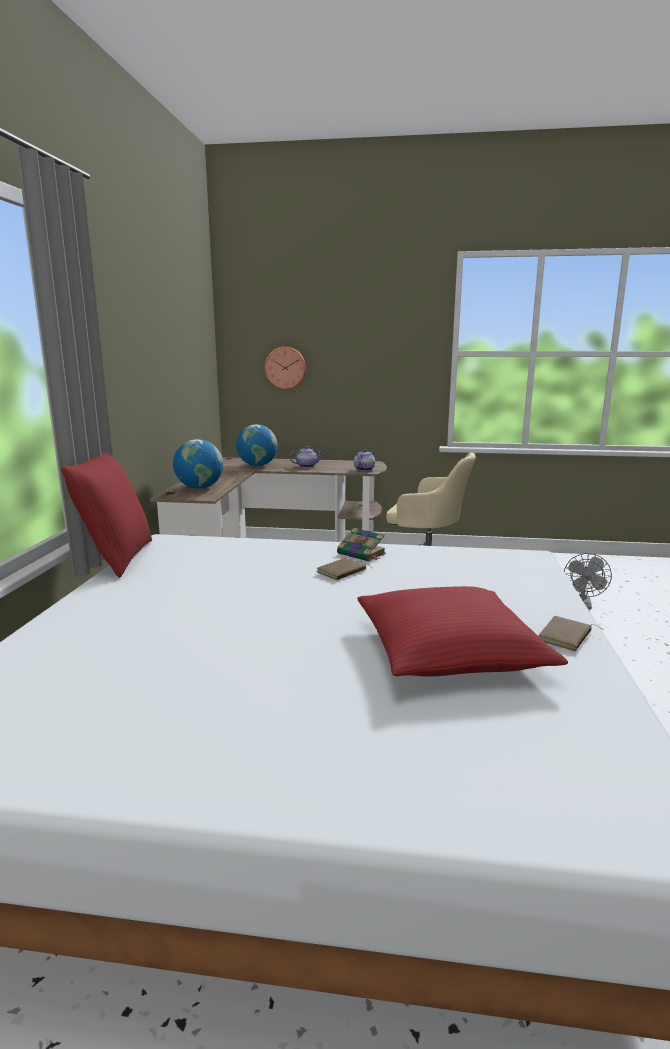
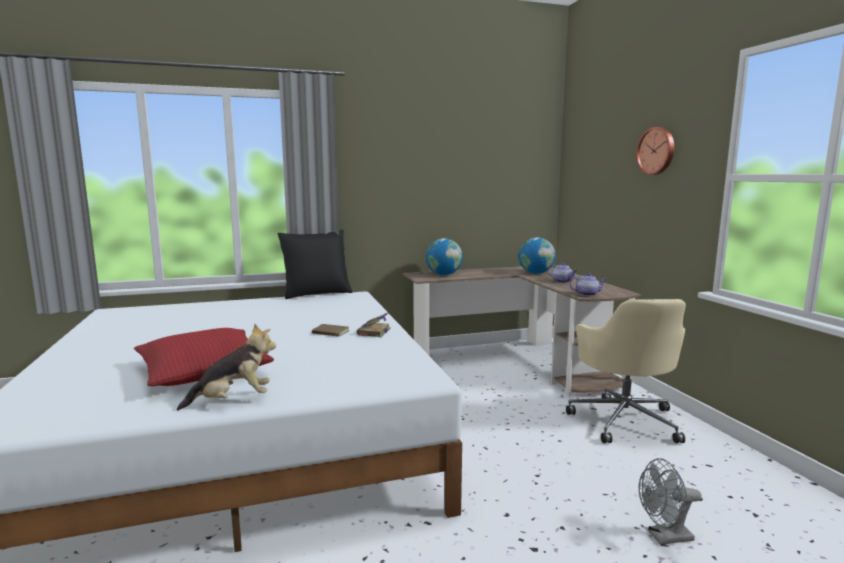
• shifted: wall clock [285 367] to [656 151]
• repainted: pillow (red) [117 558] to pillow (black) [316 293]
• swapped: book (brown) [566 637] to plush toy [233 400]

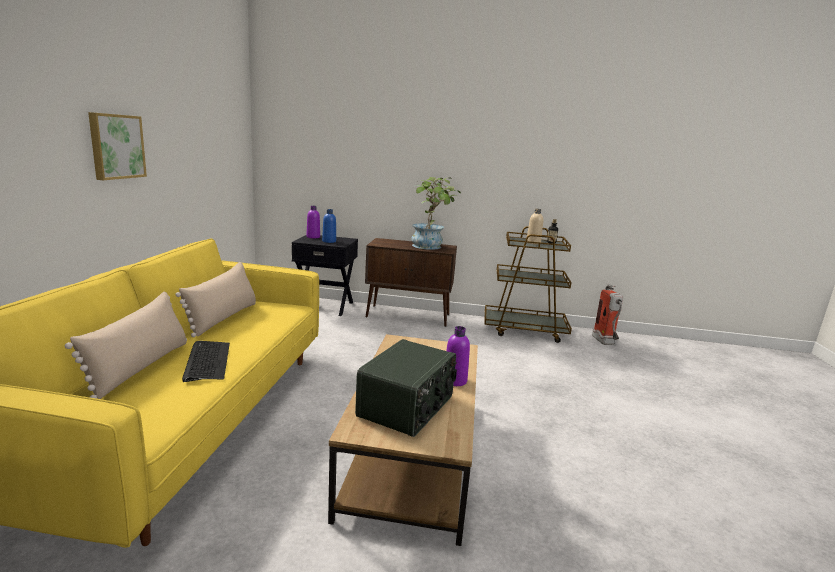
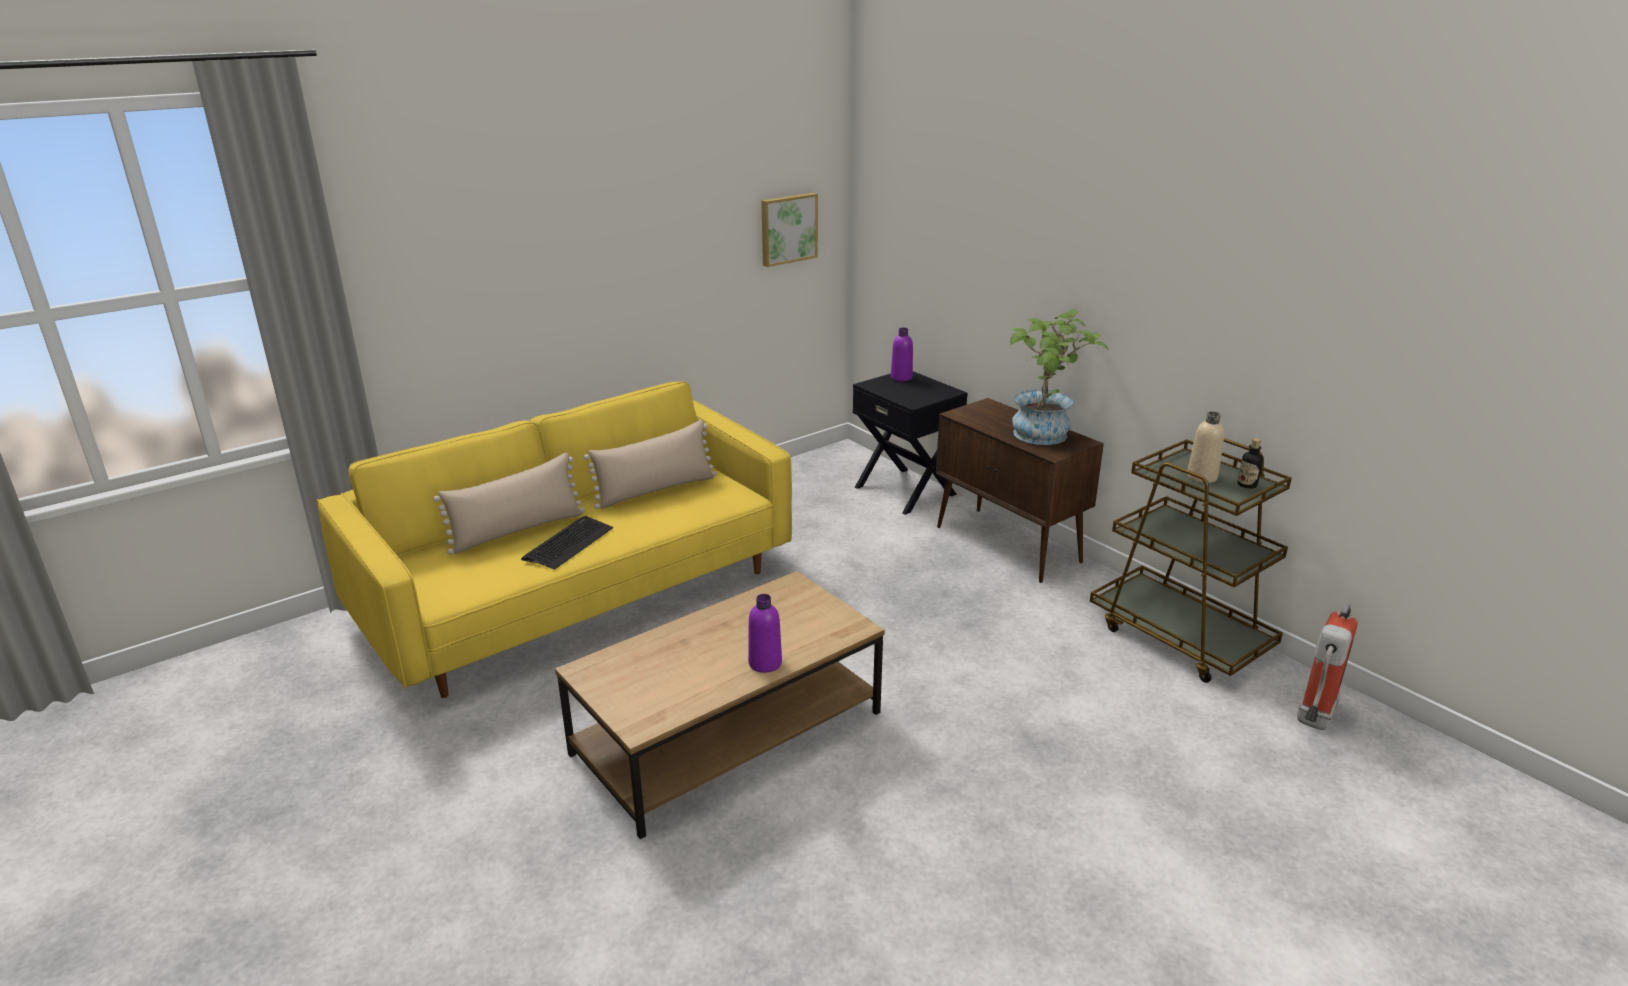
• shifted: picture [116 146] to [788 229]
• gone: bottle (blue) [329 241]
• gone: radio [407 407]

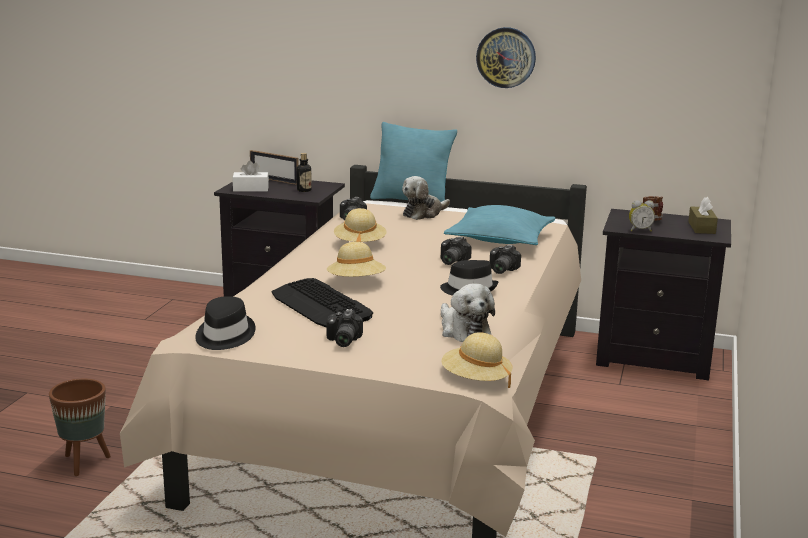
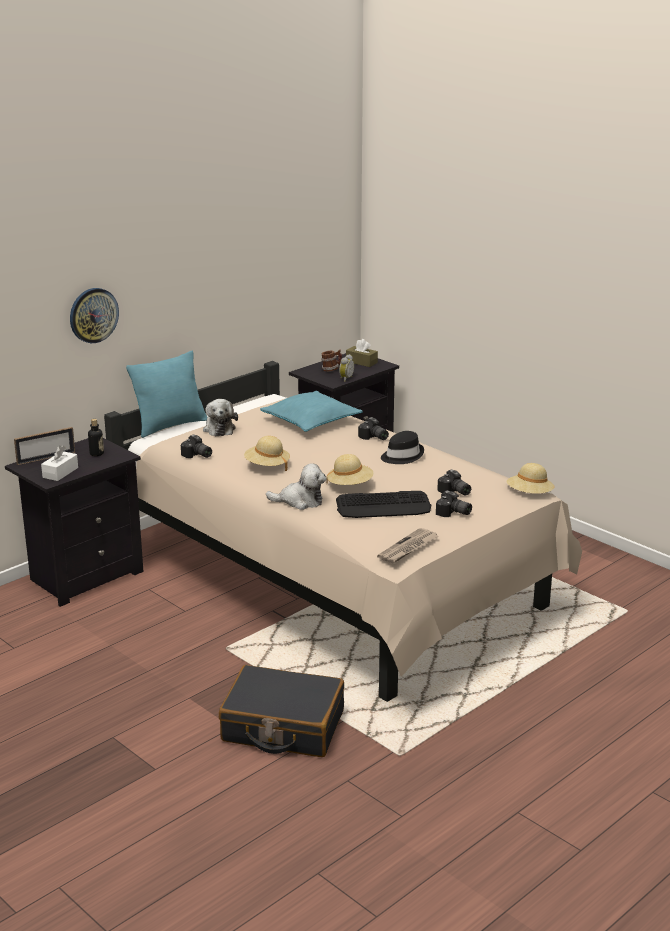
• shifted: wall clock [506 57] to [93 315]
• shifted: photo camera [450 261] to [454 492]
• shifted: plush toy [463 330] to [300 501]
• swapped: hat (black) [224 336] to newspaper [408 548]
• swapped: planter (brown) [84 463] to suitcase (black) [282 726]

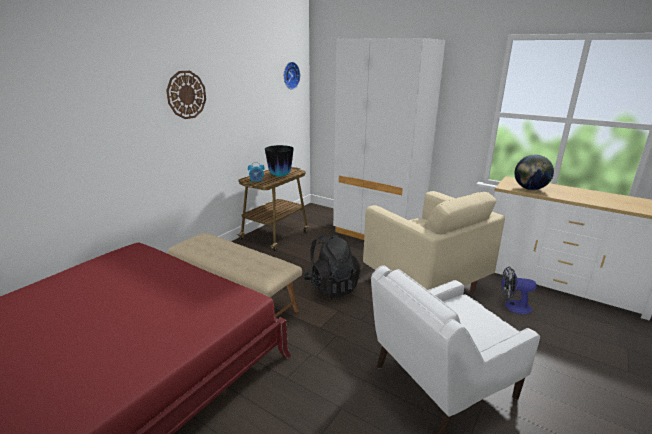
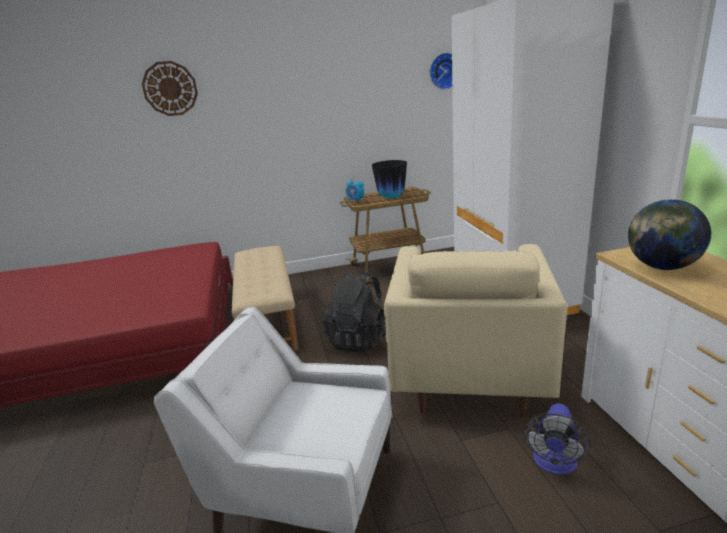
• shifted: wall clock [186 95] to [170 88]
• rotated: fan [513 306] = [554 464] 120 degrees counterclockwise

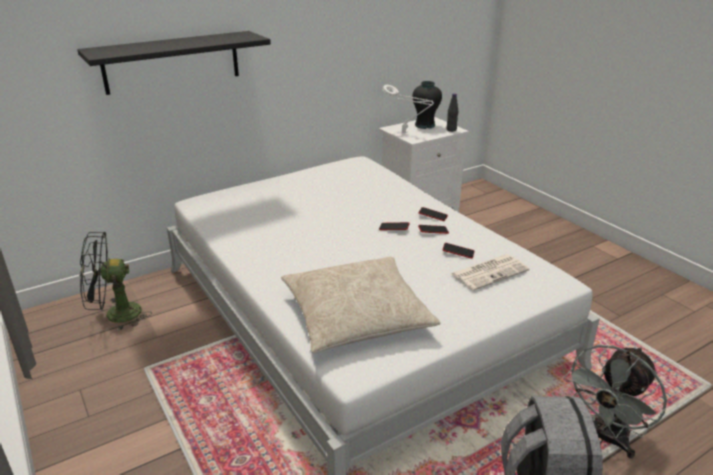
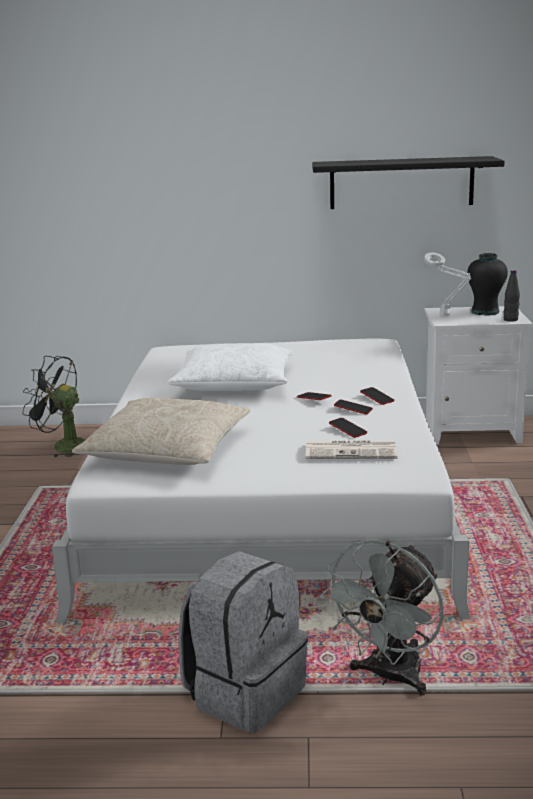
• shifted: shelf (black) [172 62] to [401 183]
• rotated: fan (grey) [604 438] = [389 677] 45 degrees counterclockwise
• new: pillow (white) [234 383]

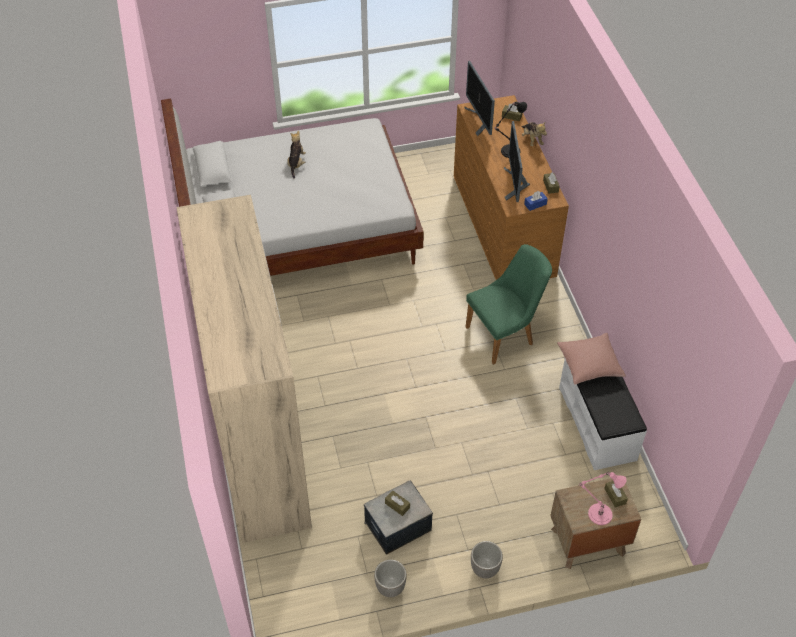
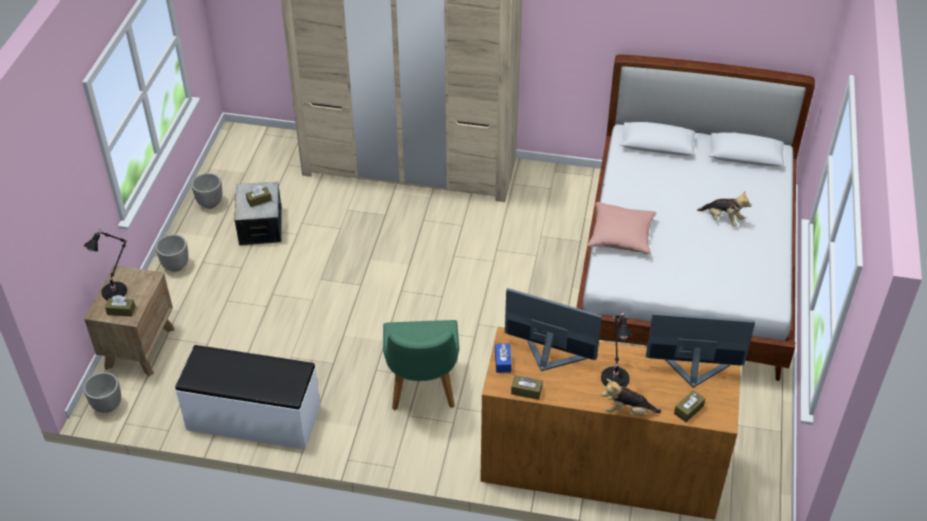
• shifted: pillow (pink) [589 364] to [621 236]
• repainted: table lamp (pink) [598 513] to table lamp (black) [116 290]
• new: planter [107 405]

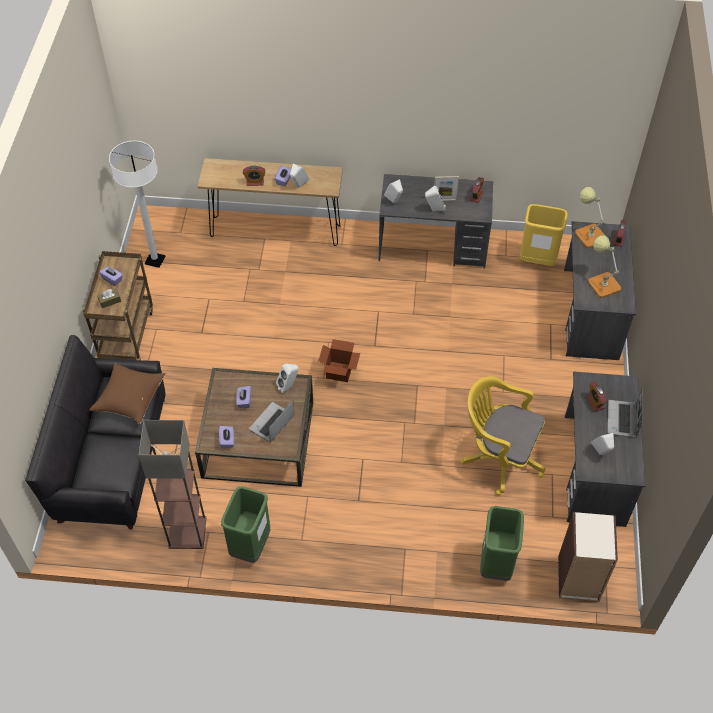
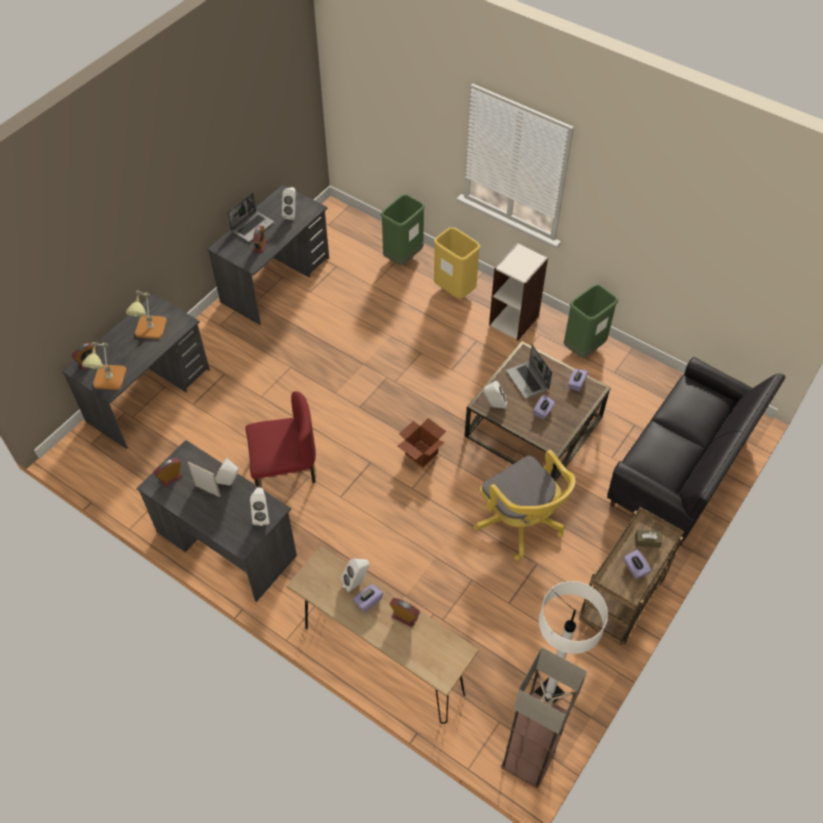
• shifted: trash can (yellow) [537 260] to [454 290]
• gone: pillow (brown) [129 399]
• shifted: office chair (yellow) [498 457] to [521 524]
• rotated: laptop [272 423] = [528 380] 90 degrees clockwise
• shifted: floor lamp [186 532] to [528 760]
• shifted: bookcase [578 579] to [514 320]
• new: chair (red) [285 471]

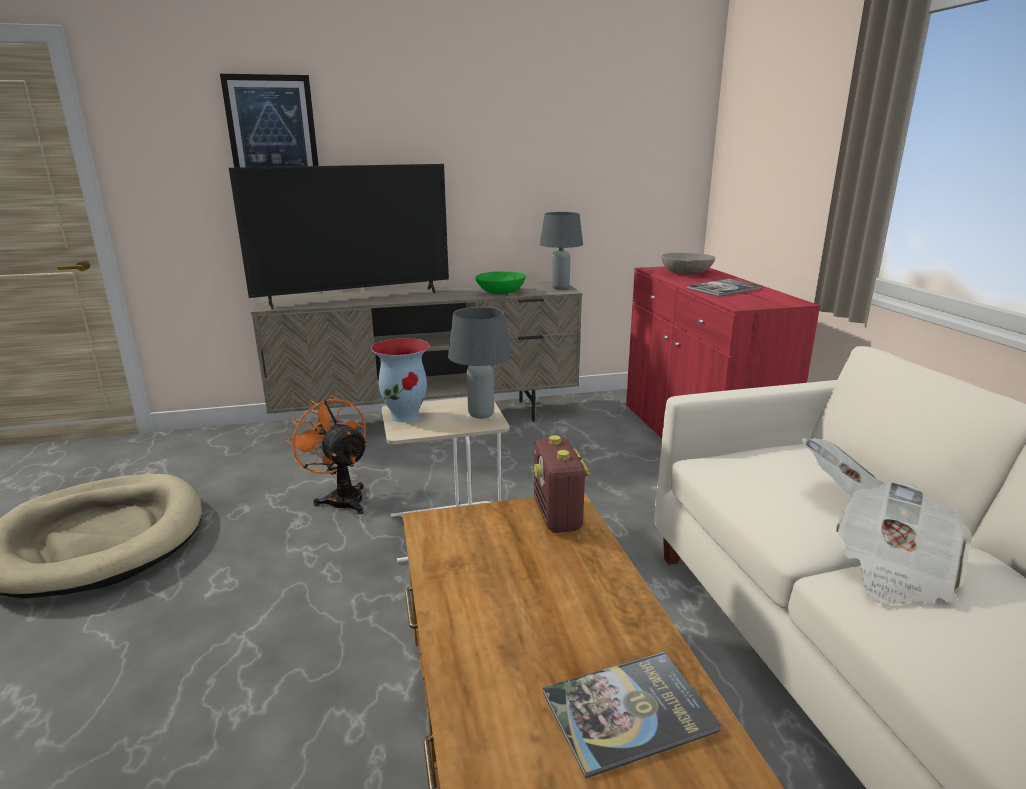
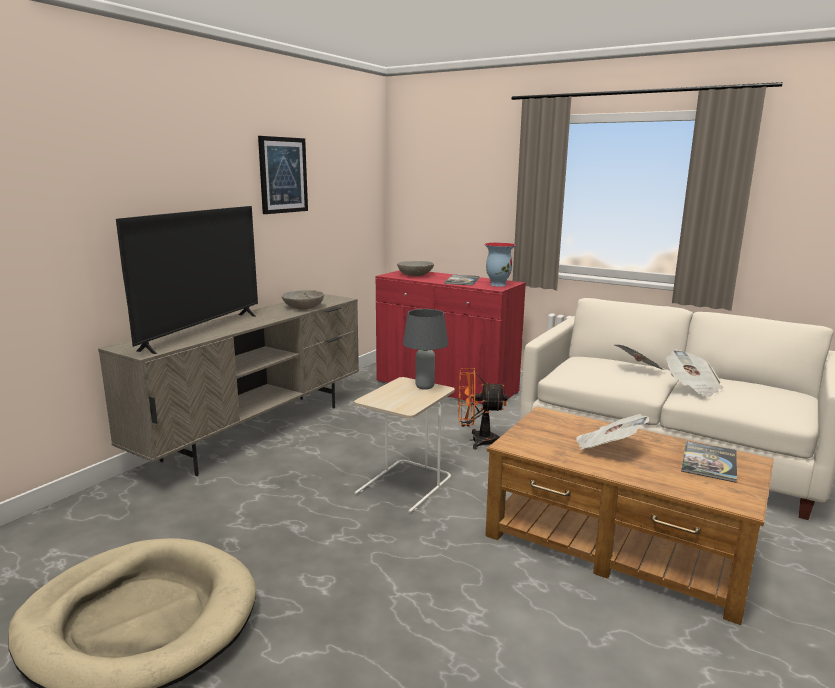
• shifted: picture [272 128] to [283 175]
• gone: table lamp (grey) [560 288]
• repainted: bowl (green) [500 292] to bowl (grey) [303 307]
• shifted: vase [406 416] to [498 284]
• shifted: fan (orange) [341 497] to [477 440]
• gone: radio [558 516]
• new: newspaper [607 448]

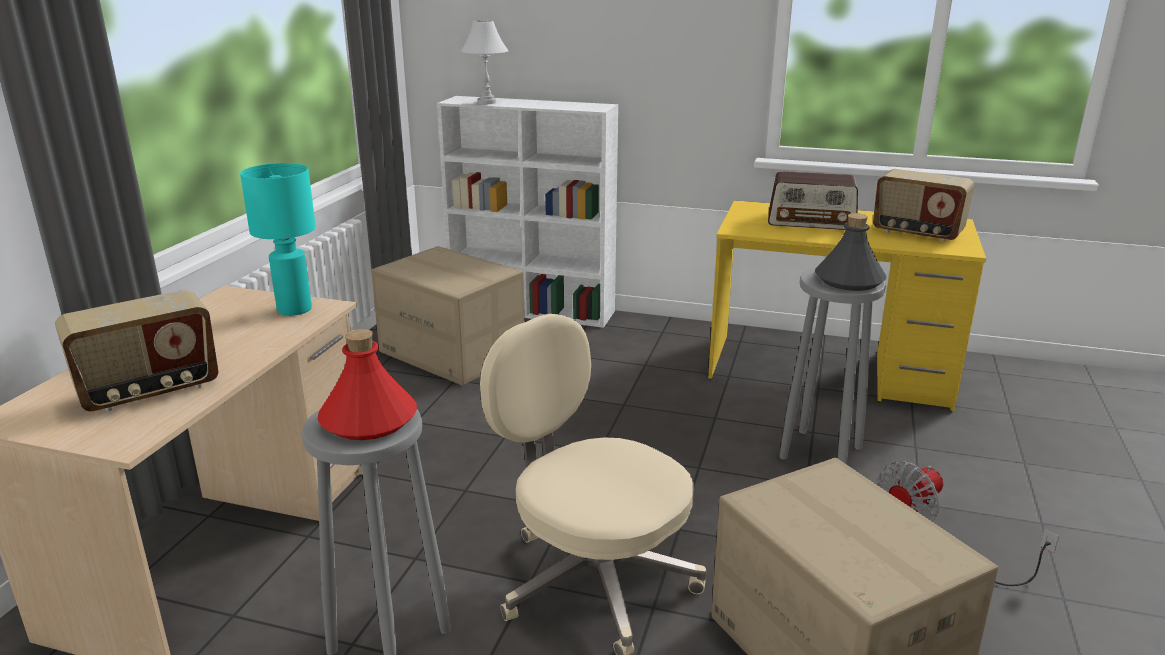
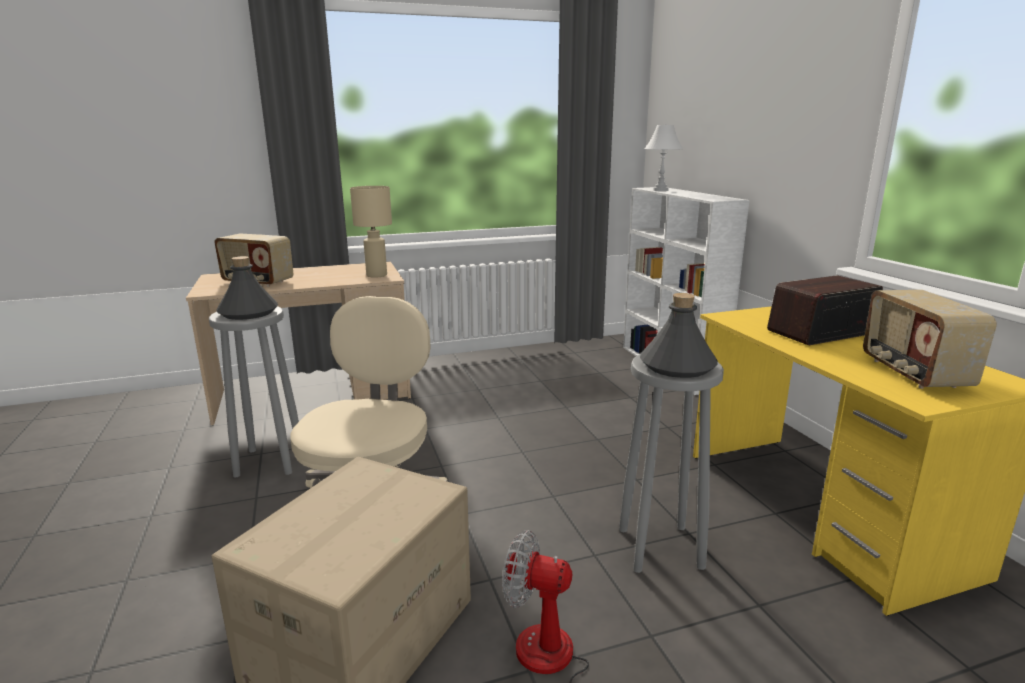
• repainted: table lamp (turquoise) [295 309] to table lamp (beige) [377 275]
• rotated: radio [811 221] = [821 332] 90 degrees clockwise
• gone: cardboard box [453 352]
• repainted: bottle (red) [368 420] to bottle (grey) [249 313]

